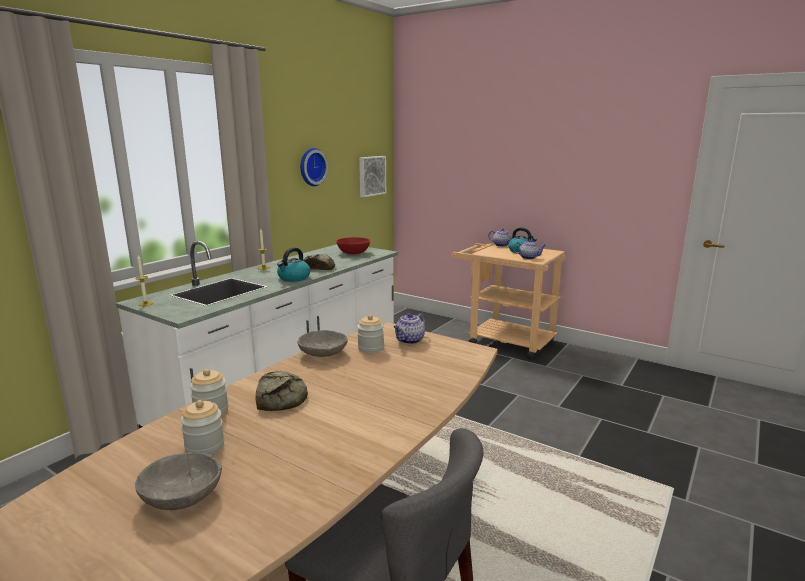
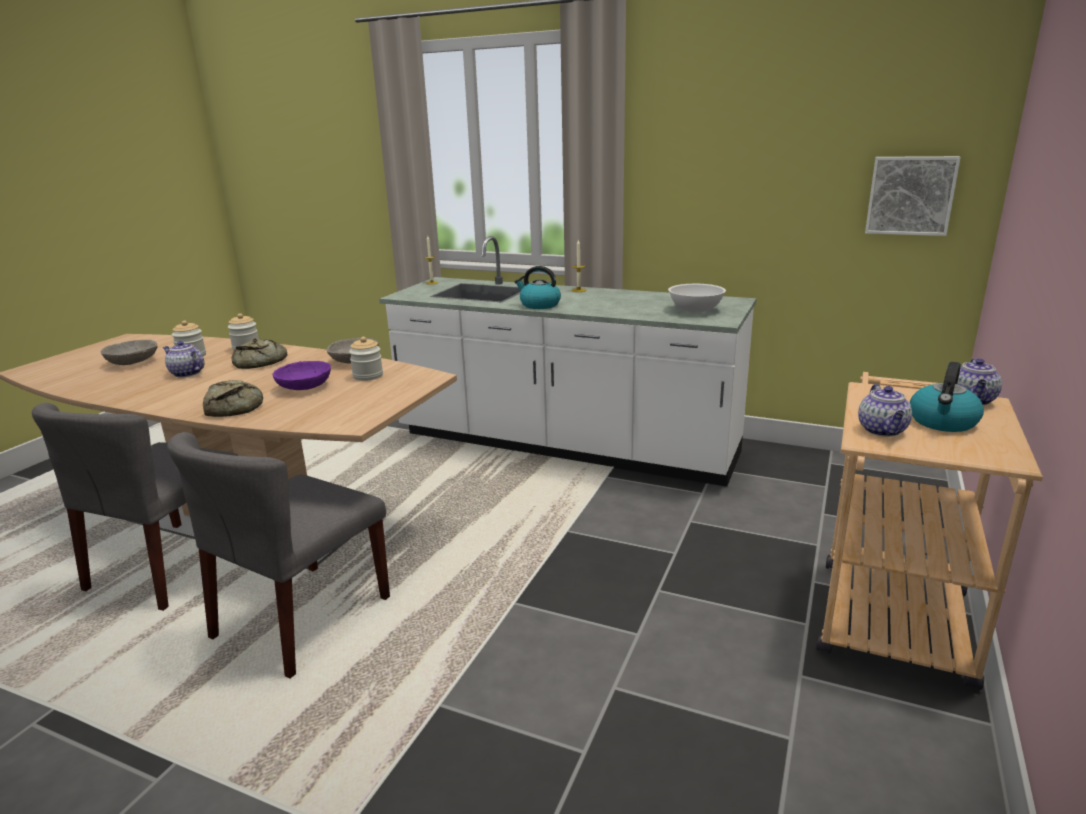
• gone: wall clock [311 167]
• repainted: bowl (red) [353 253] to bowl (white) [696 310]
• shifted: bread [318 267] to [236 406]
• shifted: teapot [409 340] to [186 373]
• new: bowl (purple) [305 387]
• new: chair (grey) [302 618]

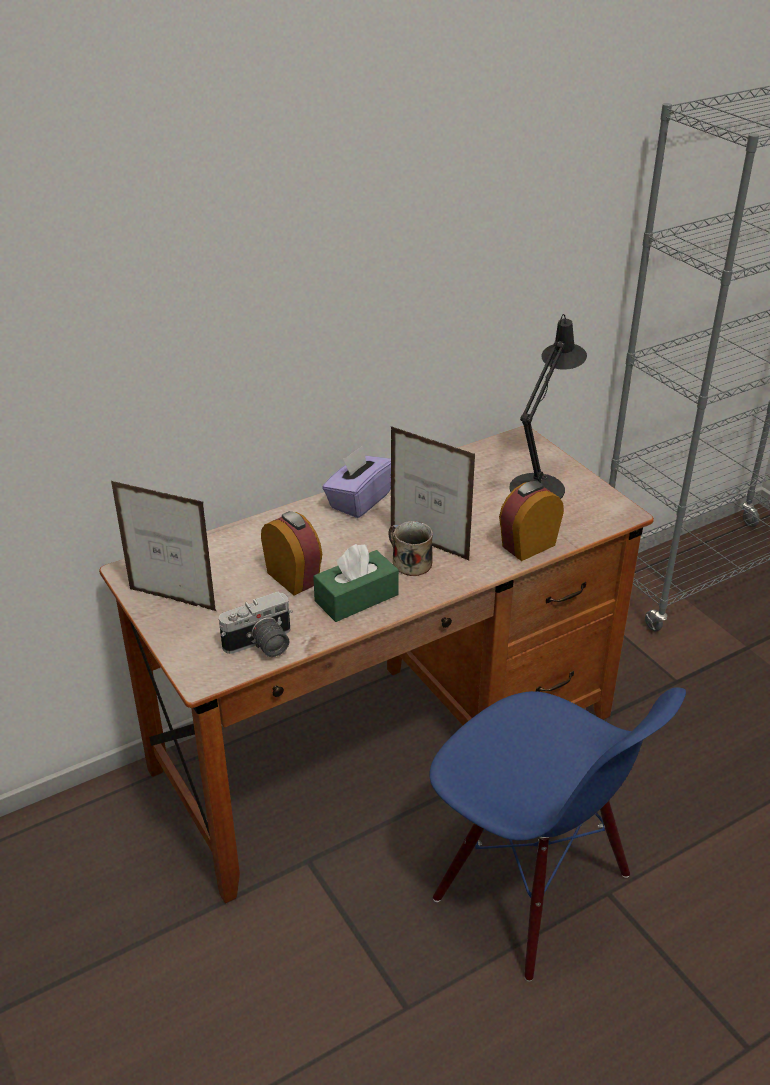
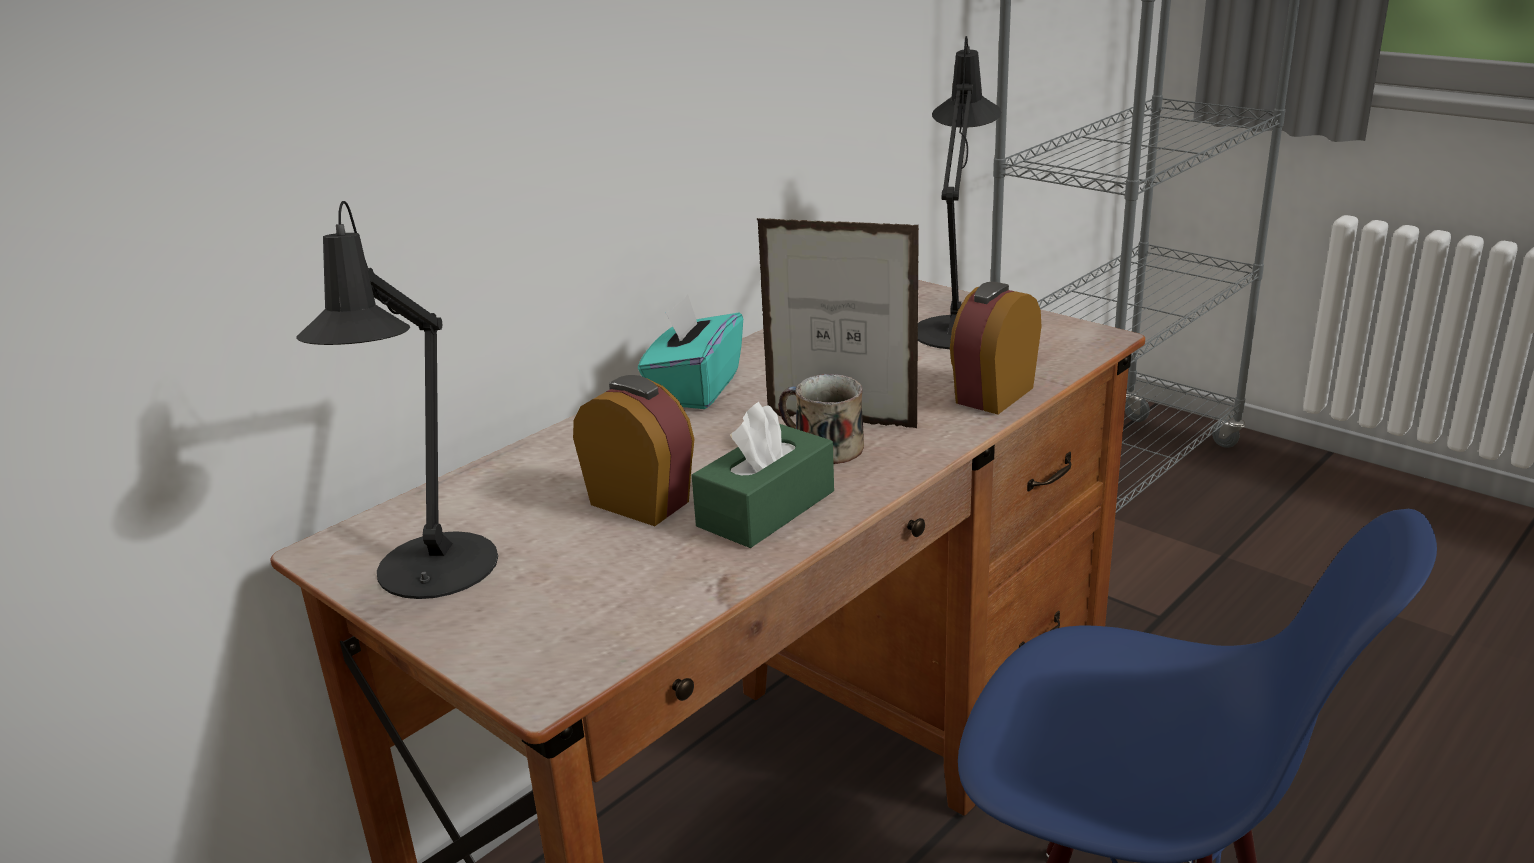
• repainted: tissue box (purple) [359 500] to tissue box (turquoise) [694 389]
• swapped: picture frame [172 600] to table lamp (black) [432 575]
• gone: photo camera [261 646]

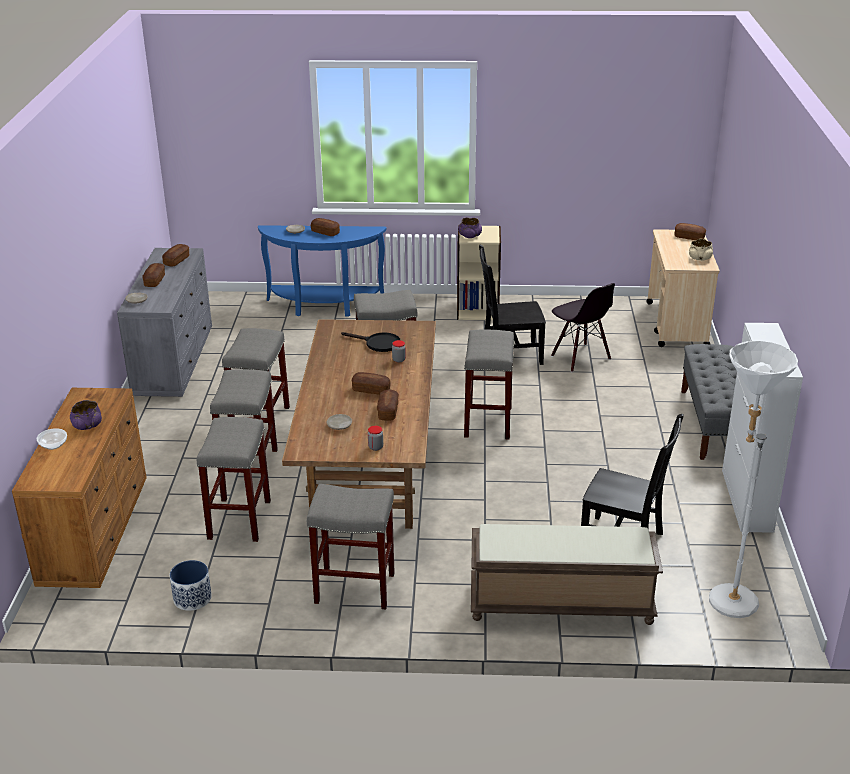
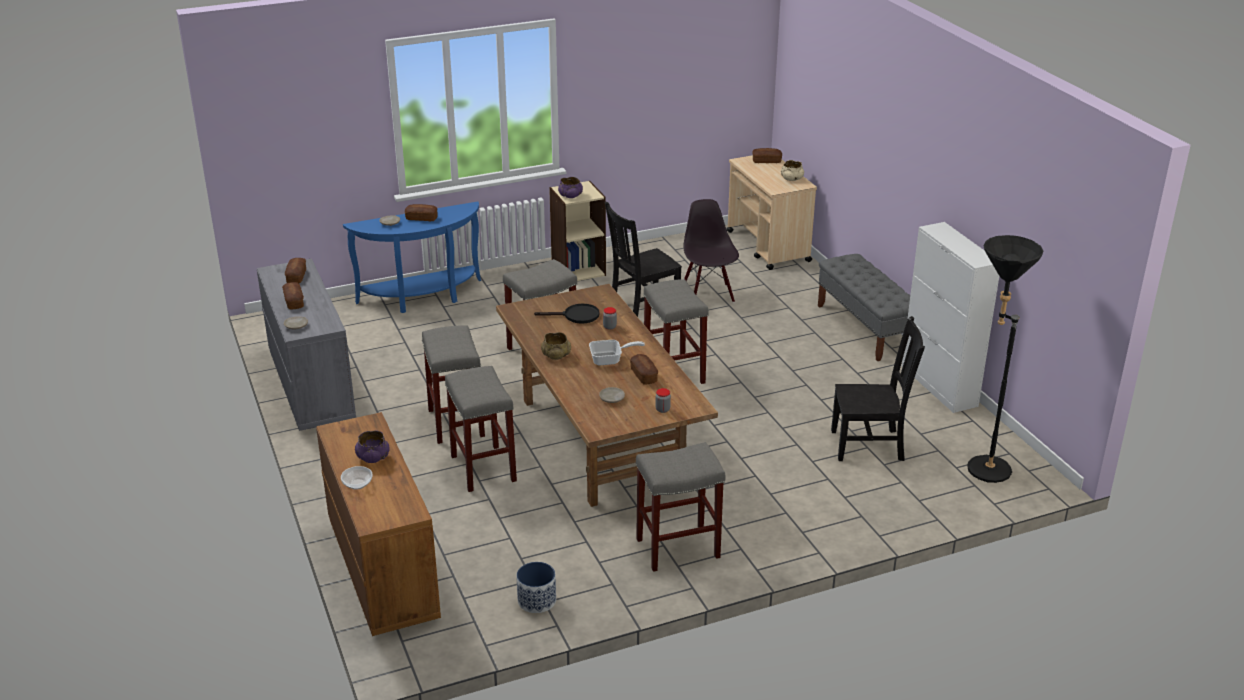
• rotated: chair (black) [580 358] = [708 295] 135 degrees counterclockwise
• repainted: floor lamp (white) [727 595] to floor lamp (black) [980 466]
• swapped: bread [371 390] to frying pan [610 360]
• gone: stool (grey) [239 519]
• gone: bench (brown) [560 604]
• new: bowl (beige) [556 355]

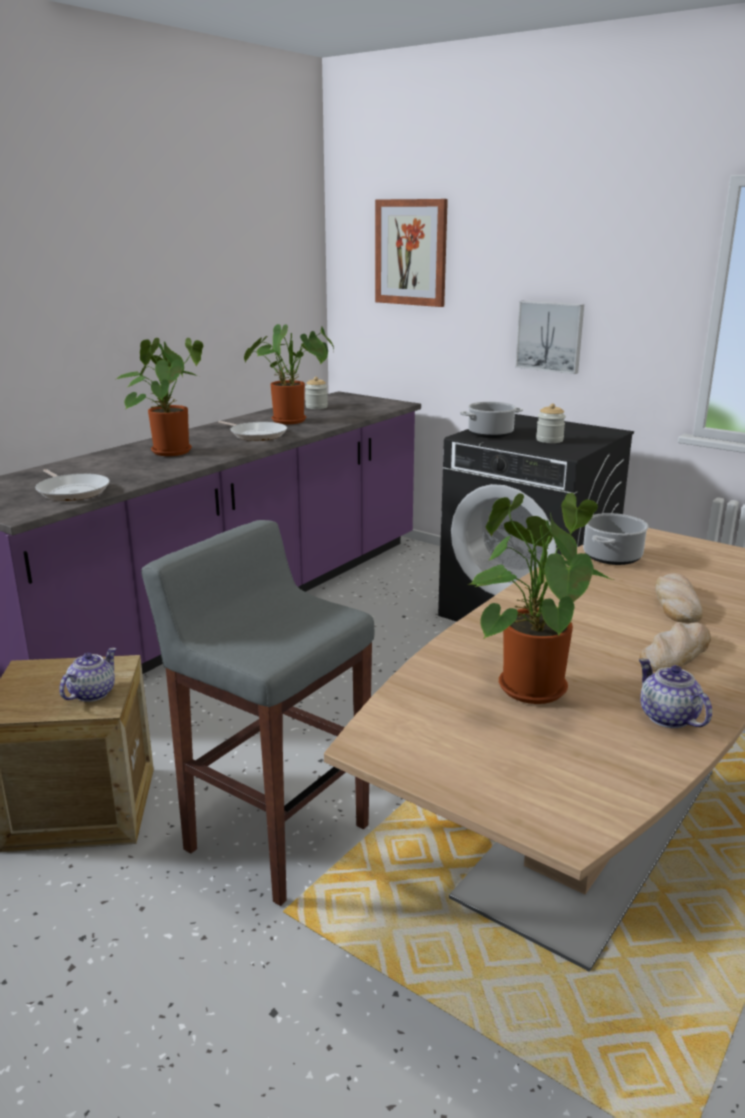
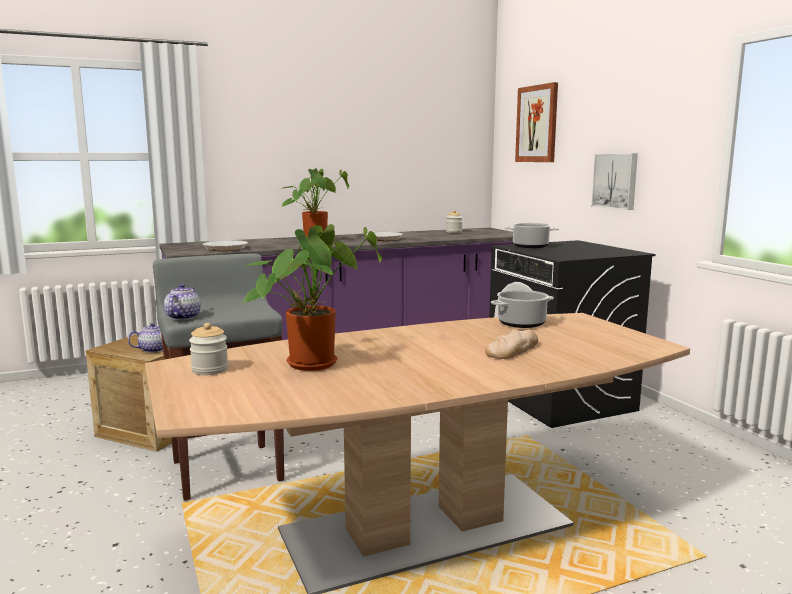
• gone: potted plant [293 421]
• shifted: jar [549 440] to [210 370]
• gone: bread [675 652]
• shifted: teapot [667 717] to [183 317]

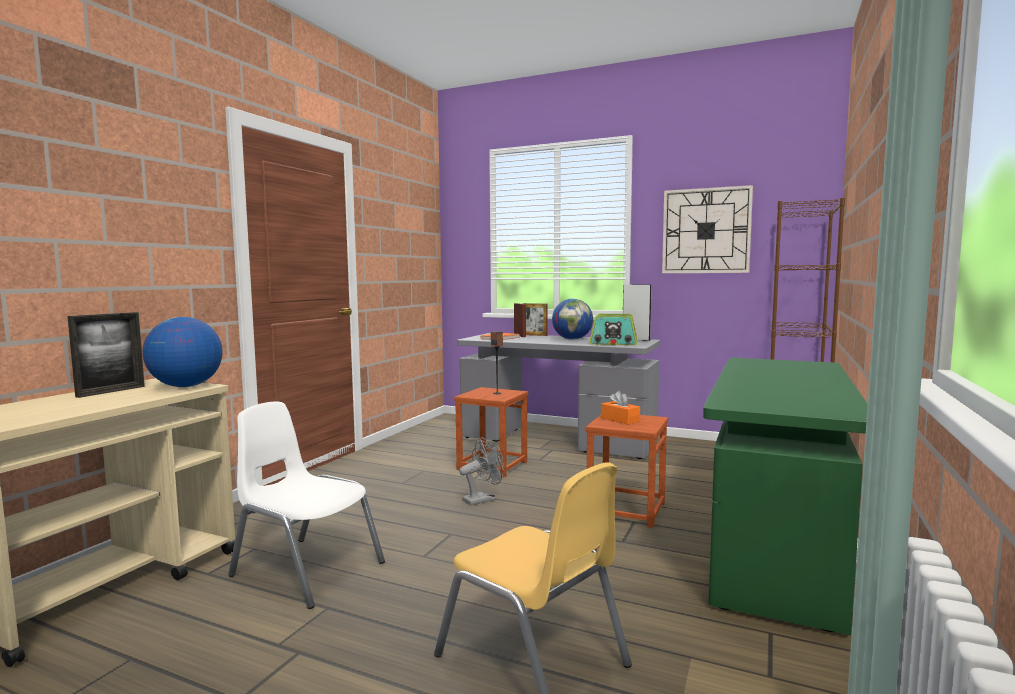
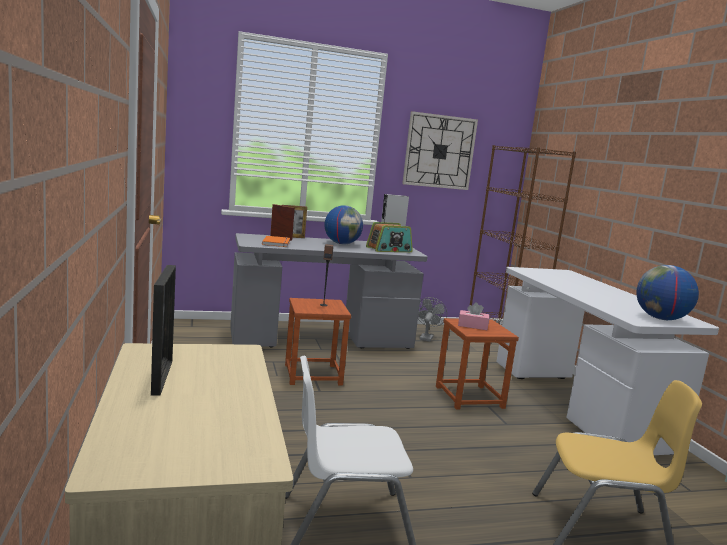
• shifted: globe [185 386] to [661 319]
• repainted: desk (green) [776 543] to desk (white) [575 403]
• repainted: tissue box (orange) [620 419] to tissue box (pink) [472 326]
• shifted: fan (grey) [483 499] to [426 337]

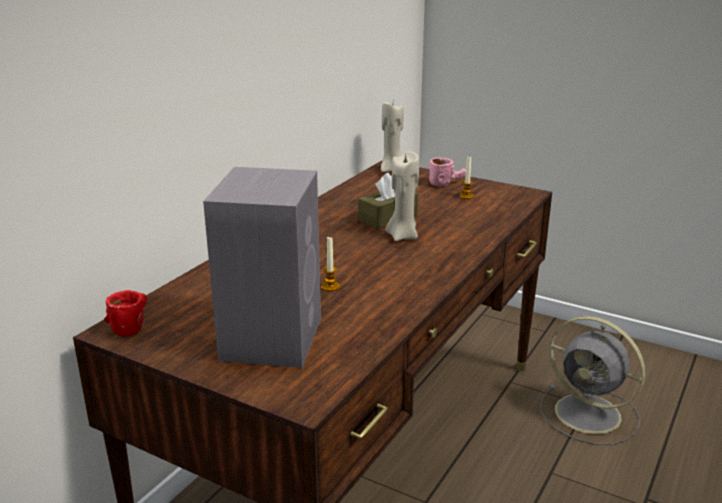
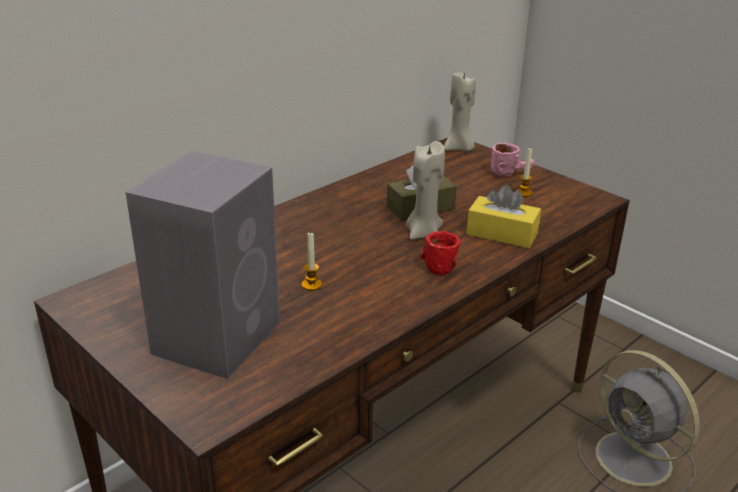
• shifted: mug (red) [131 324] to [442 263]
• new: tissue box (yellow) [502 234]

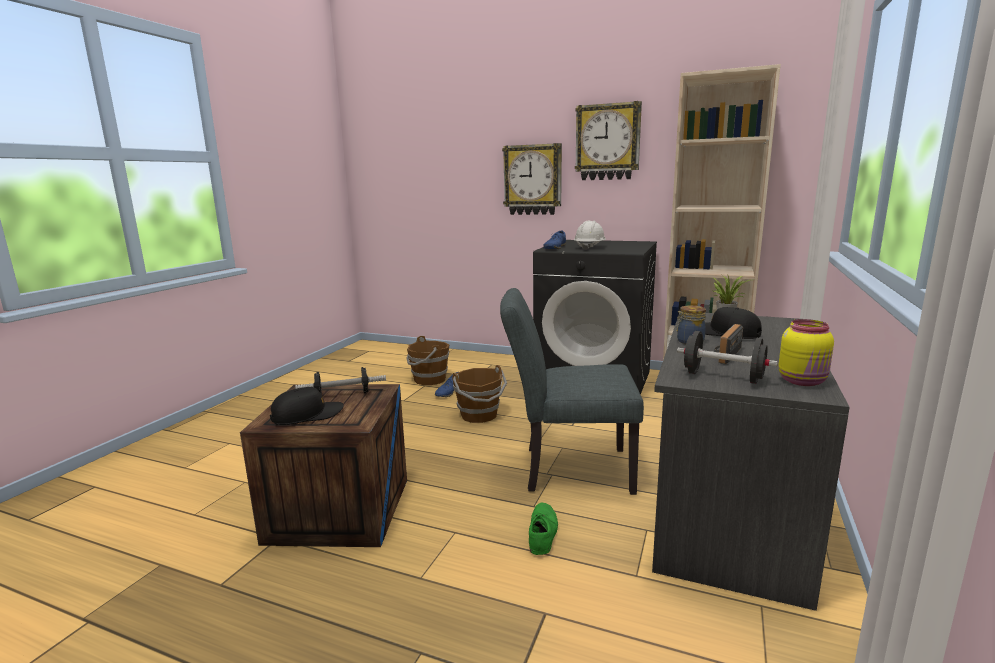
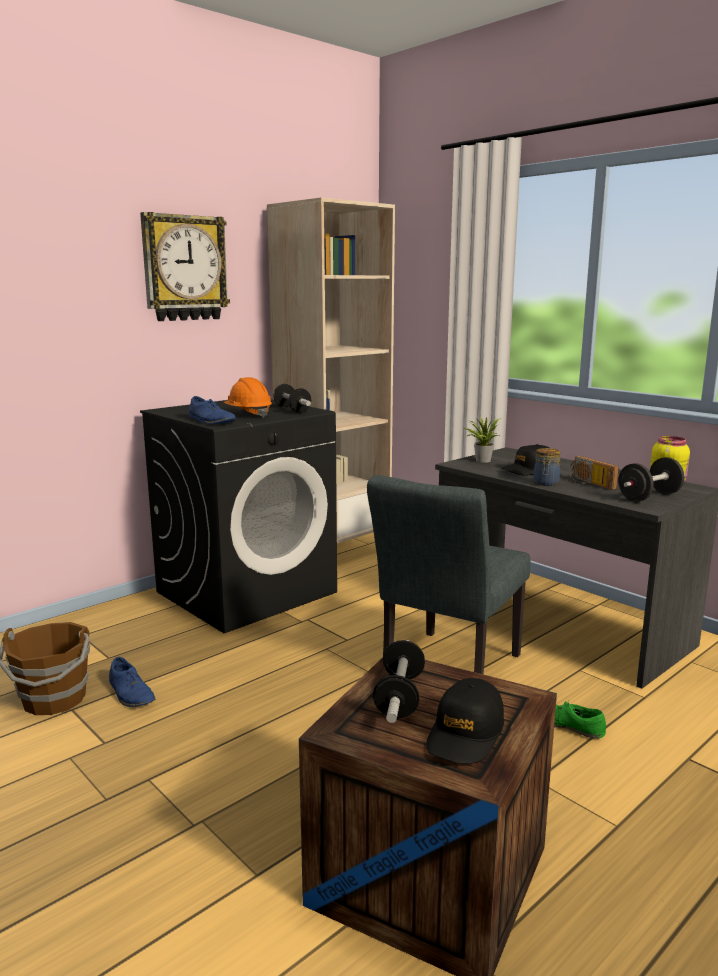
• gone: wall clock [533 180]
• repainted: hard hat (white) [589 248] to hard hat (orange) [248 414]
• gone: bucket (brown) [479 415]
• rotated: cap (black) [307 415] = [465 734] 150 degrees counterclockwise
• new: dumbbell [292 409]

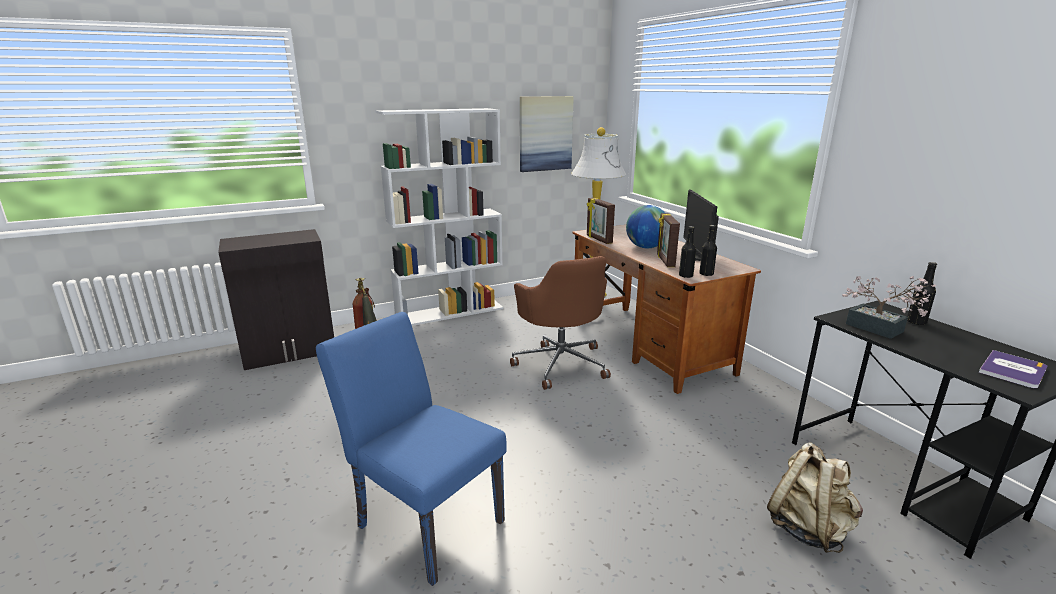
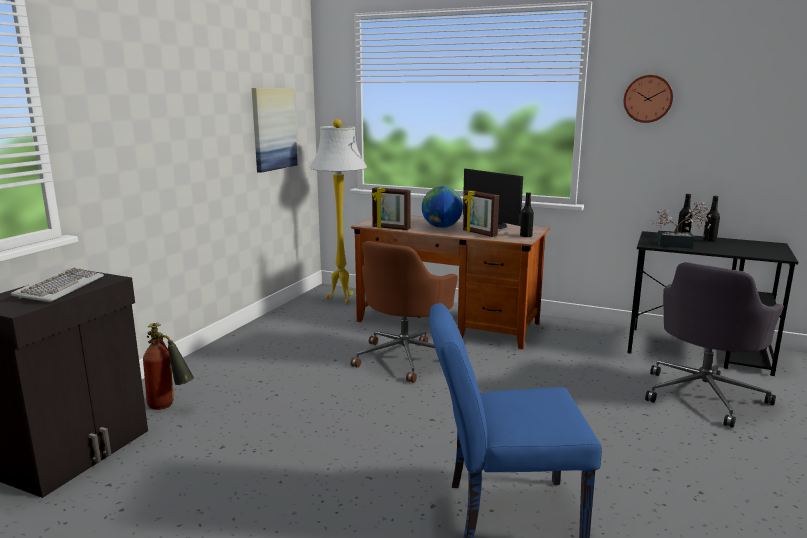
• gone: bookcase (white) [450 312]
• shifted: bottle (black) [686 276] to [709 240]
• rotated: office chair (brown) [561 363] = [406 358] 90 degrees clockwise
• gone: book [1013 370]
• swapped: backpack (beige) [808 528] to office chair (grey) [704 395]
• new: wall clock [648 98]
• new: keyboard [59 288]

